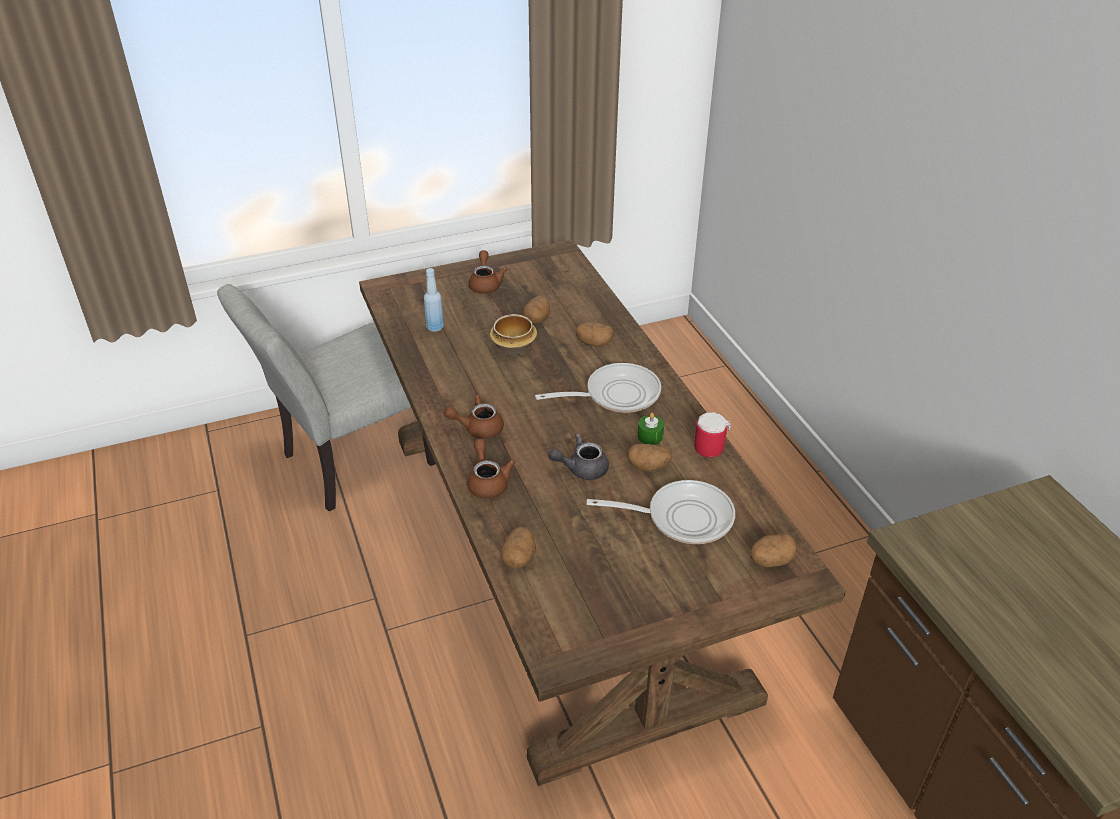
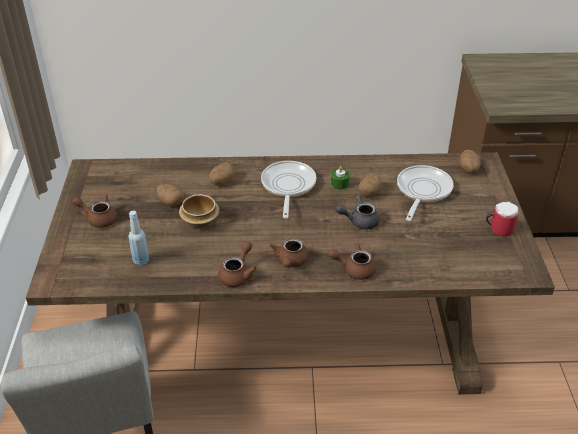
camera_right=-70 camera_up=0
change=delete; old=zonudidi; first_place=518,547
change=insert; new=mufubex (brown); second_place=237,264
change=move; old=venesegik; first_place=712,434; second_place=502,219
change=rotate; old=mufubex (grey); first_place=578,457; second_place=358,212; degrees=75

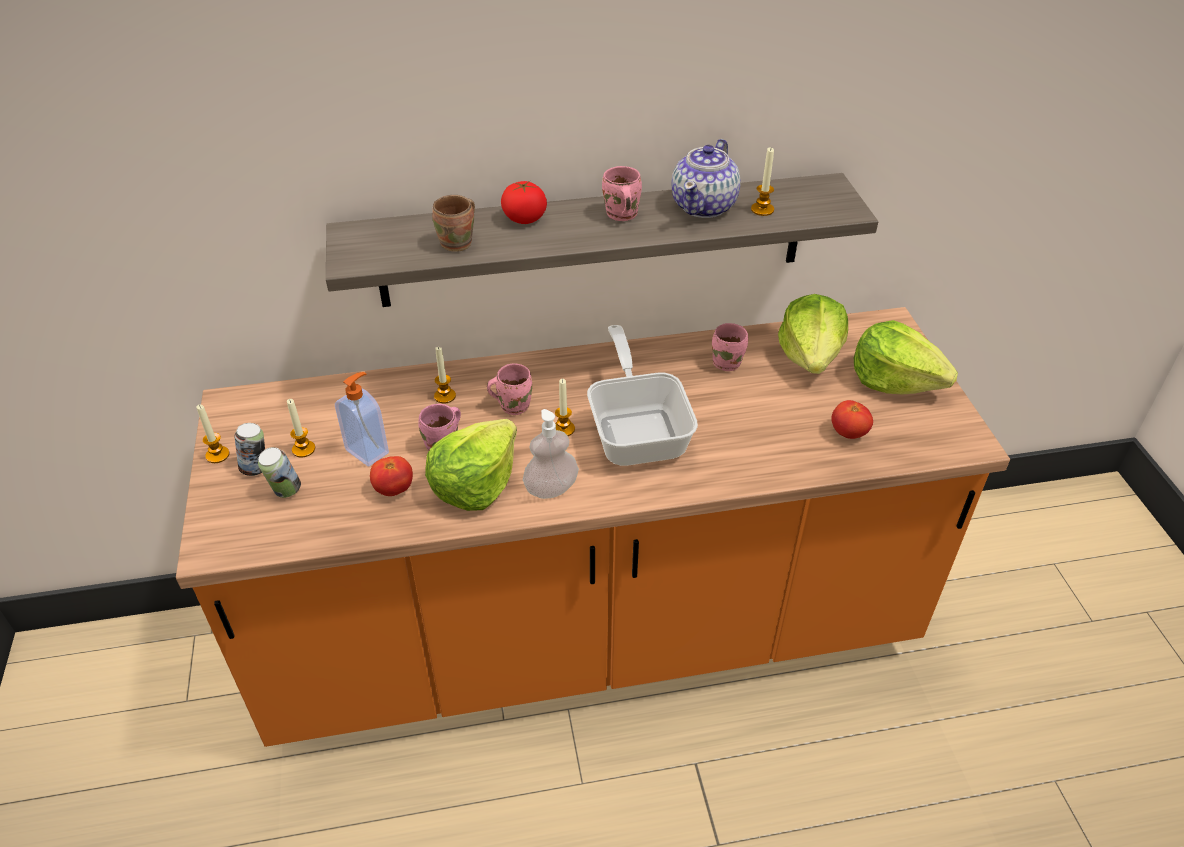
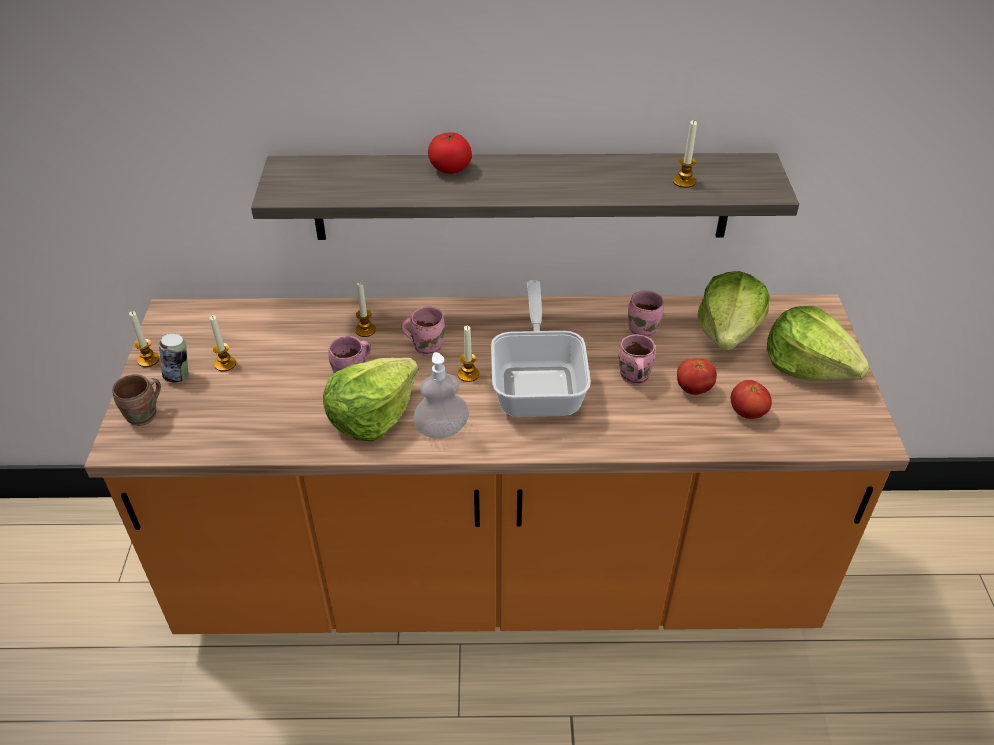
camera_right=10 camera_up=0
change=delete; old=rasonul; first_place=279,472
change=delete; old=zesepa; first_place=362,419
change=delete; old=mufubex; first_place=706,178
change=move; old=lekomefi; first_place=391,476; second_place=697,376
change=move; old=venesegik (brown); first_place=453,223; second_place=136,400
change=move; old=venesegik (pink); first_place=622,193; second_place=637,359

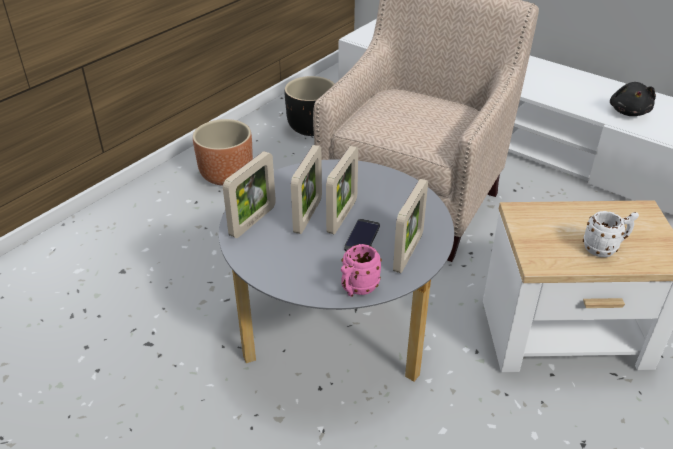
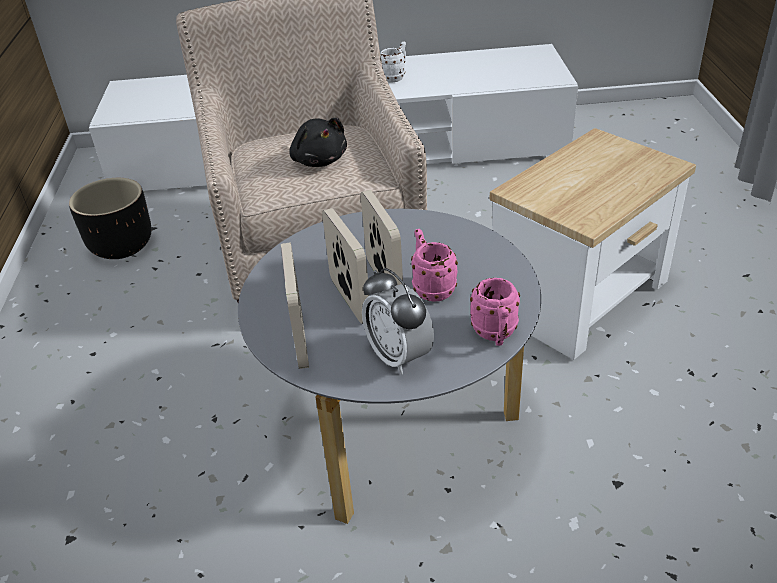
camera_right=-40 camera_up=0
change=delete; old=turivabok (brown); first_place=223,152
change=delete; old=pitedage; first_place=410,226
change=insert; new=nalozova; second_place=398,321
change=move; old=venesegik (white); first_place=611,234; second_place=393,61
change=move; old=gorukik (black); first_place=633,99; second_place=318,142
change=replace; old=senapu; new=venesegik (pink); first_place=362,235; second_place=434,265

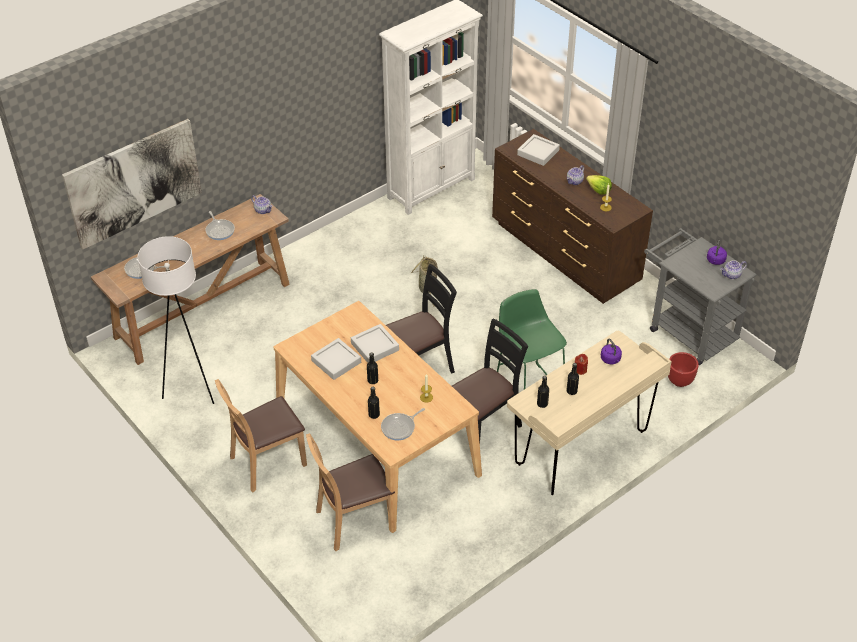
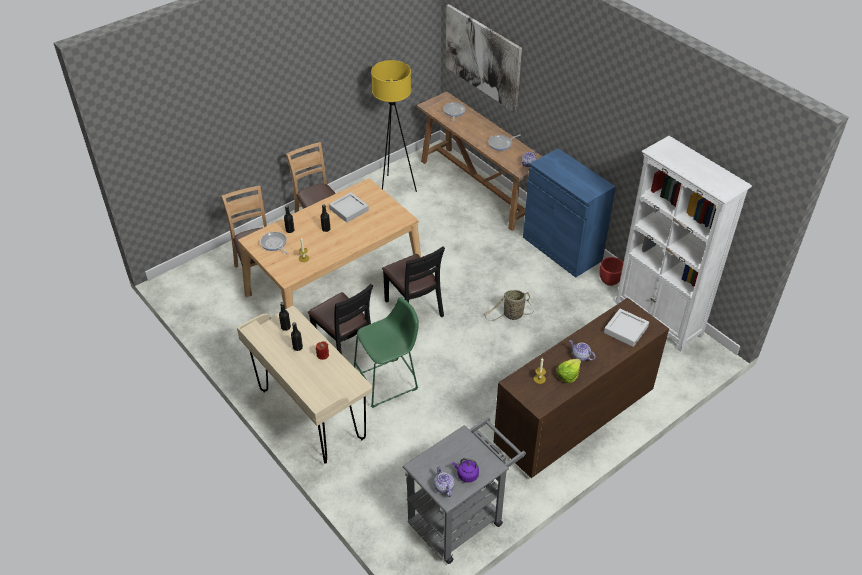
camera_right=90 camera_up=0
change=delete; old=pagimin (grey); first_place=375,343
change=delete; old=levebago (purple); first_place=611,351
change=insert; new=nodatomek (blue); second_place=569,213
change=move; old=turivabok (red); first_place=683,369; second_place=612,271
change=recolor; old=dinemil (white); new=dinemil (yellow); first_place=175,320; second_place=394,126

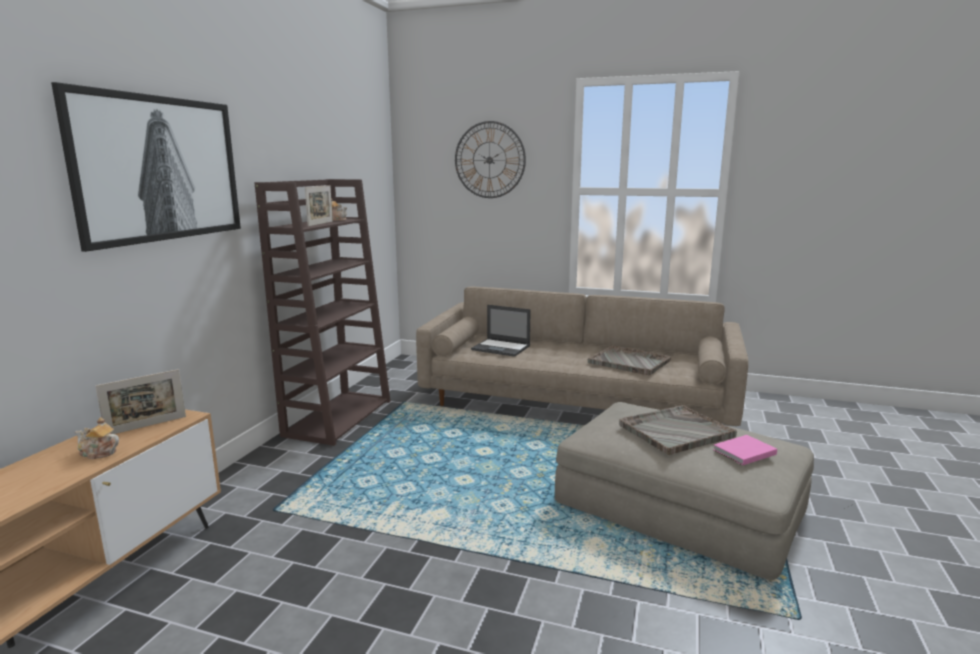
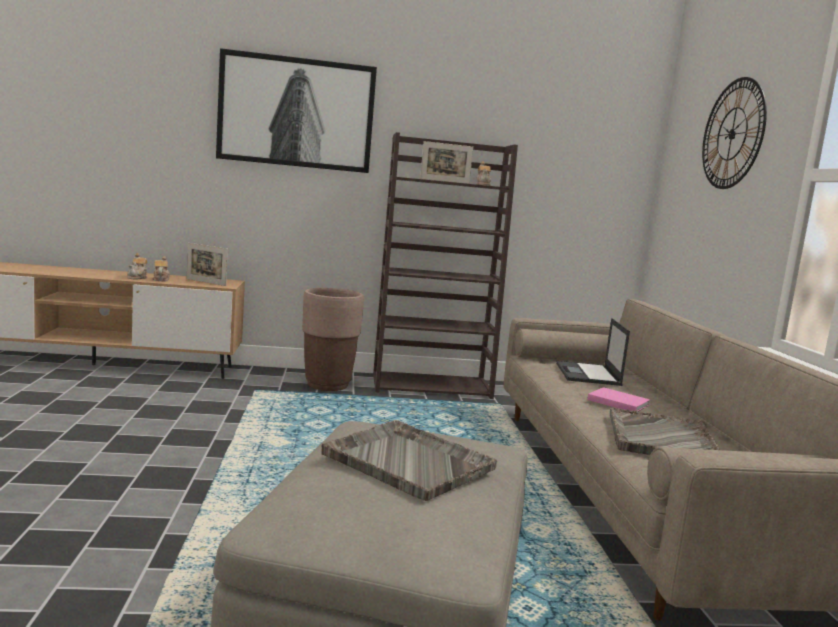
camera_right=65 camera_up=-5
change=insert; new=mufubex; second_place=137,266
change=insert; new=turivabok (brown); second_place=333,339
change=move; old=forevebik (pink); first_place=745,450; second_place=618,399

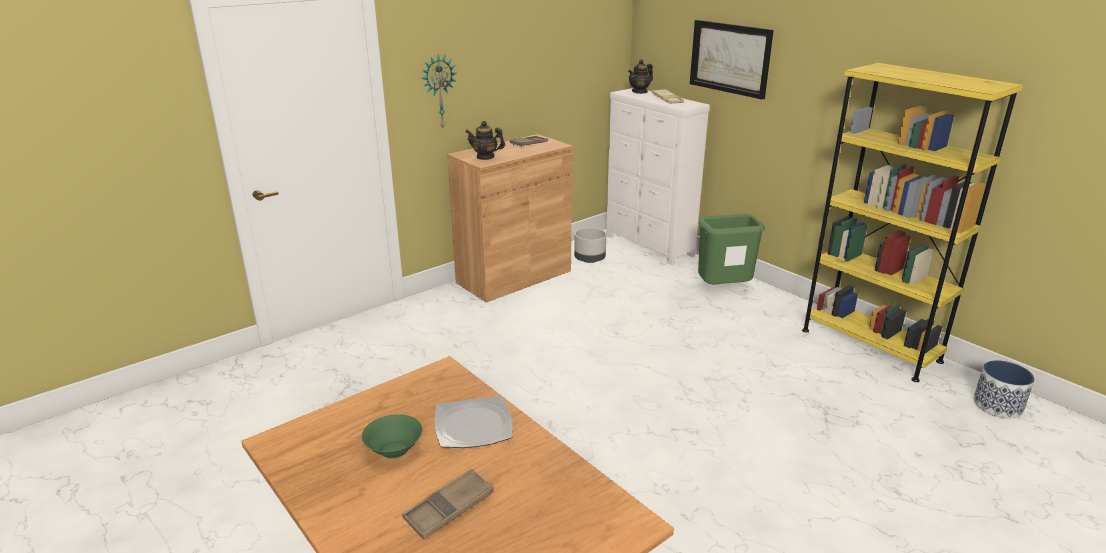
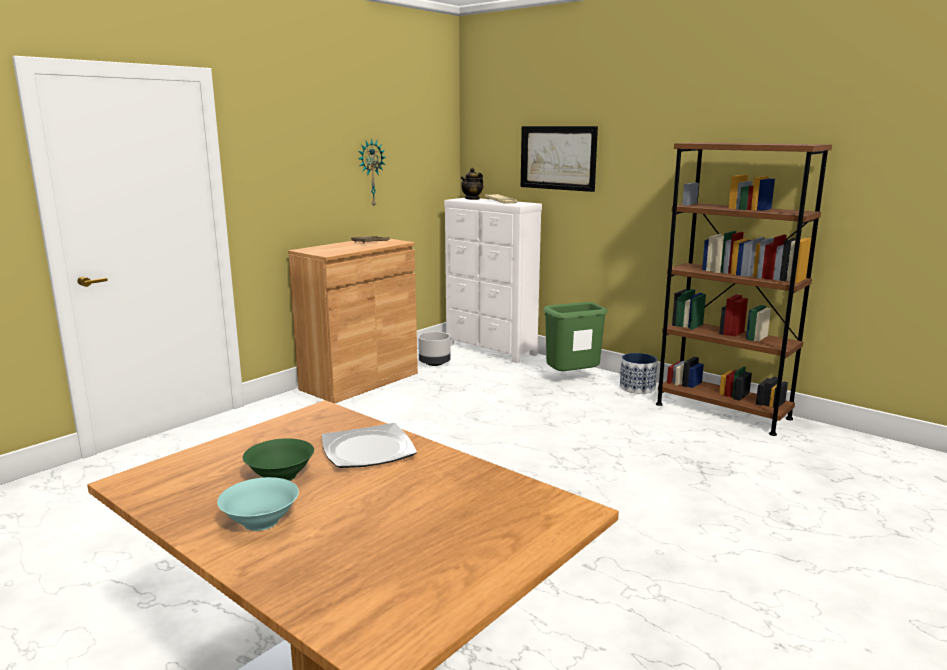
camera_right=-10 camera_up=-10
change=delete; old=pagimin (brown); first_place=448,504
change=delete; old=mufubex; first_place=485,140
change=insert; new=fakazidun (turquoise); second_place=258,504
change=move; old=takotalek; first_place=439,91; second_place=372,172
change=move; old=turivabok; first_place=1004,389; second_place=639,373
change=recolor; old=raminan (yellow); new=raminan (brown); first_place=912,222; second_place=744,289

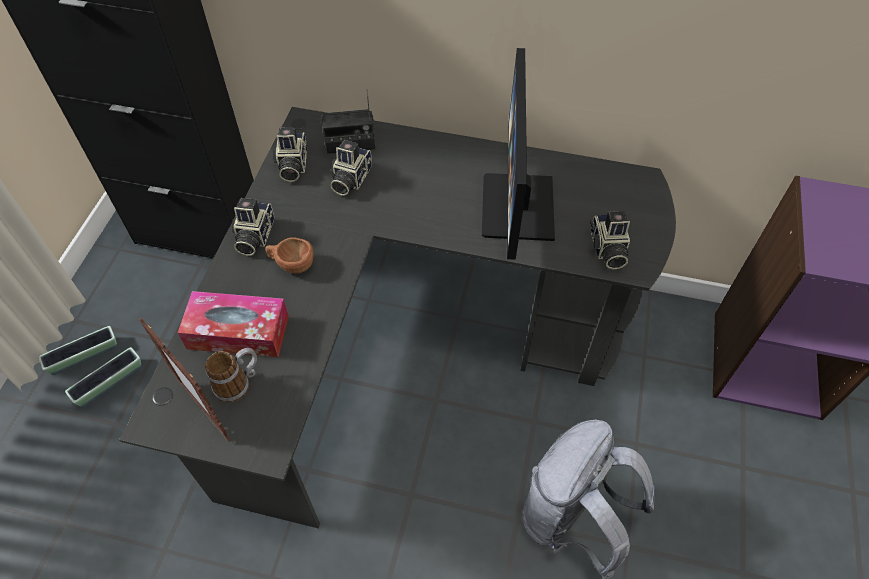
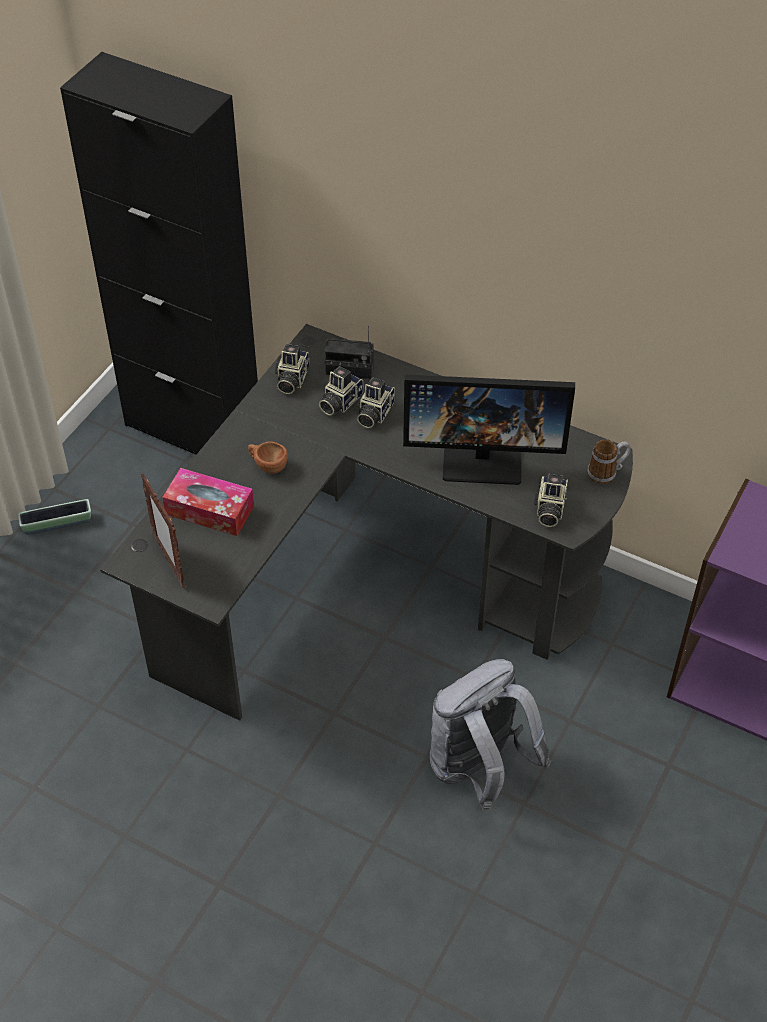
camera_right=15 camera_up=-5
change=delete; old=turivabok; first_place=103,377
change=move; old=venesegik; first_place=231,375; second_place=609,462
change=move; old=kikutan; first_place=253,227; second_place=376,402
change=rotate; old=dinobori; first_place=518,154; second_place=489,430; degrees=-105

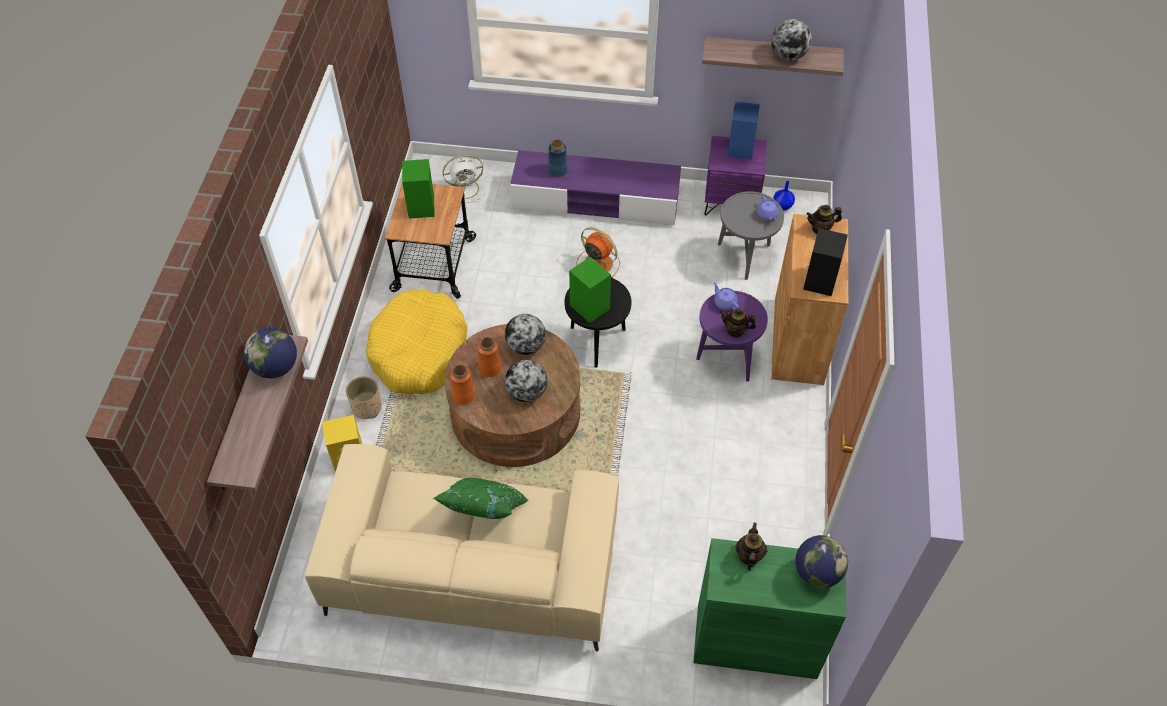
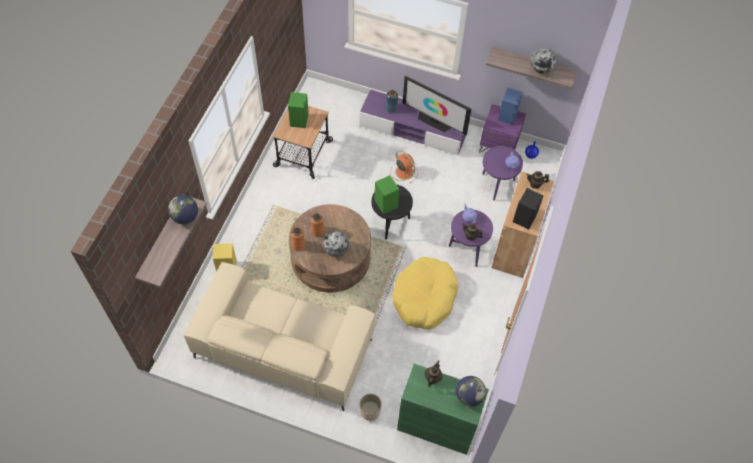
camera_right=10 camera_up=5
change=delete; old=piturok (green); first_place=480,498
change=delete; old=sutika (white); first_place=464,178
change=delete; old=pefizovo; first_place=525,334
change=insert; new=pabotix; second_place=437,105
change=move; old=turivabok (beige); first_place=364,397; second_place=371,407
change=move; old=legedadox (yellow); first_place=416,342; second_place=425,293
change=recolor; old=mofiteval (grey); new=mofiteval (purple); first_place=751,235; second_place=502,173

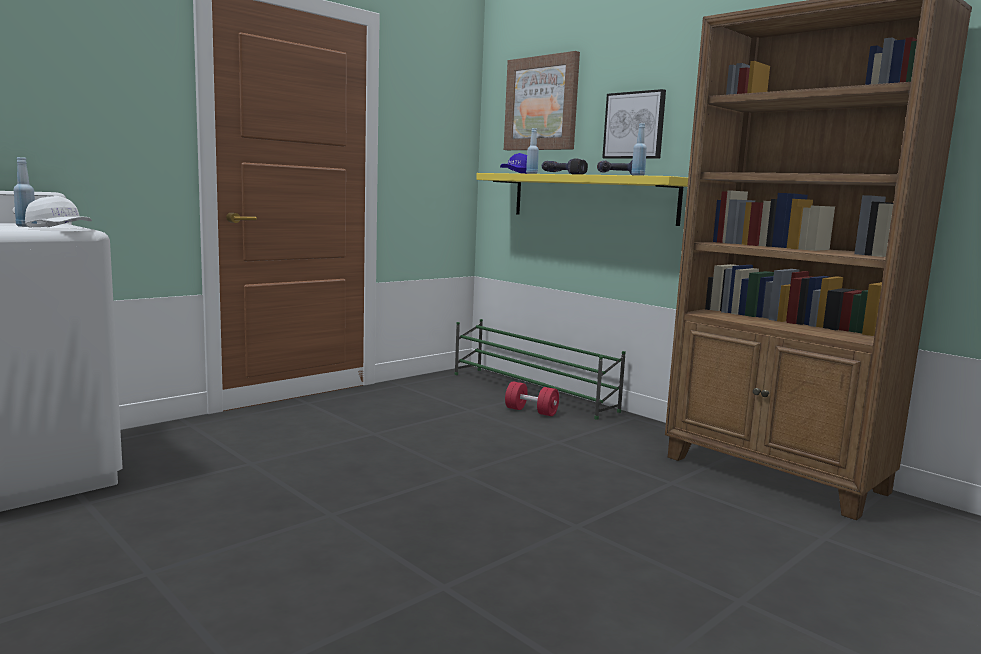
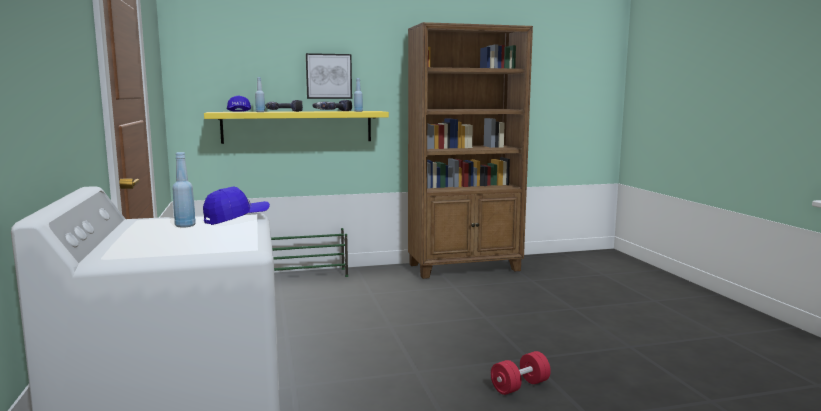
camera_right=-60 camera_up=0
change=delete; old=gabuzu; first_place=542,100
change=move; old=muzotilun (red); first_place=532,398; second_place=521,373
change=recolor; old=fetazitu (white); new=fetazitu (blue); first_place=58,212; second_place=236,205

